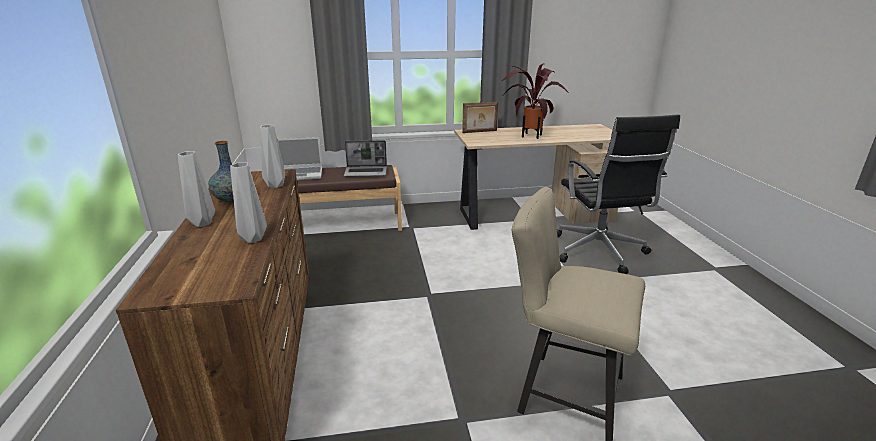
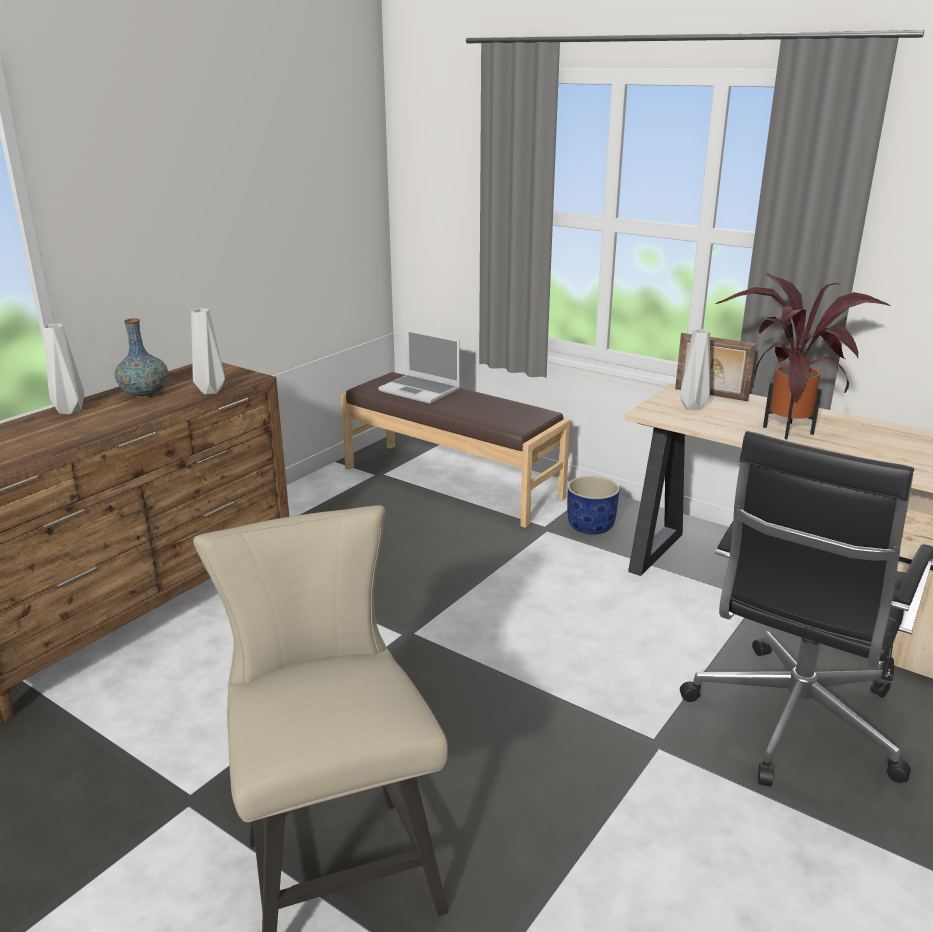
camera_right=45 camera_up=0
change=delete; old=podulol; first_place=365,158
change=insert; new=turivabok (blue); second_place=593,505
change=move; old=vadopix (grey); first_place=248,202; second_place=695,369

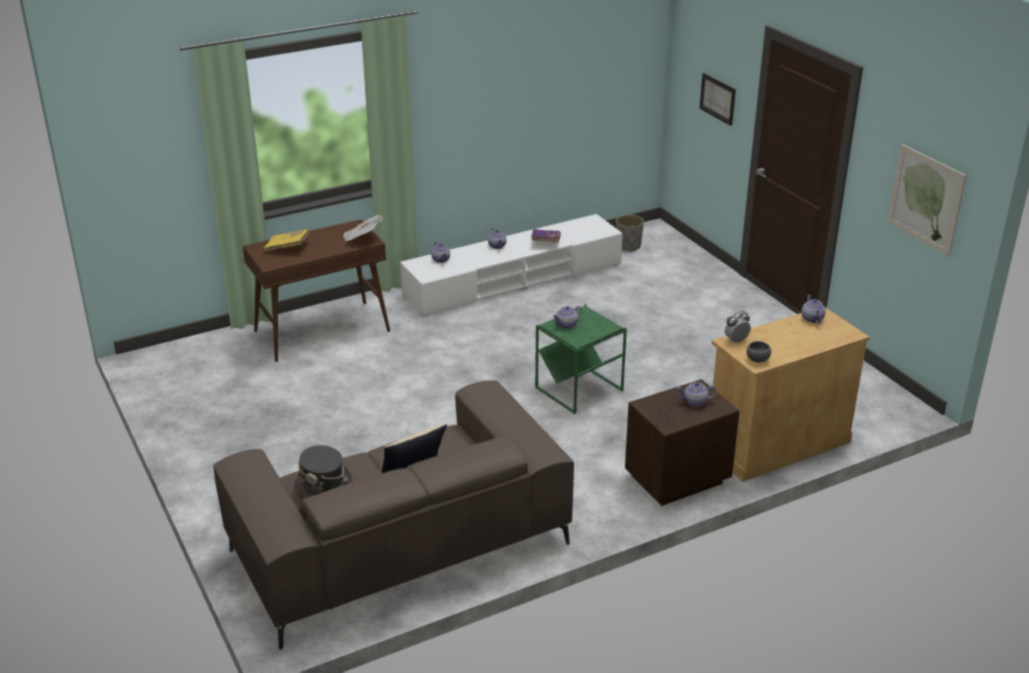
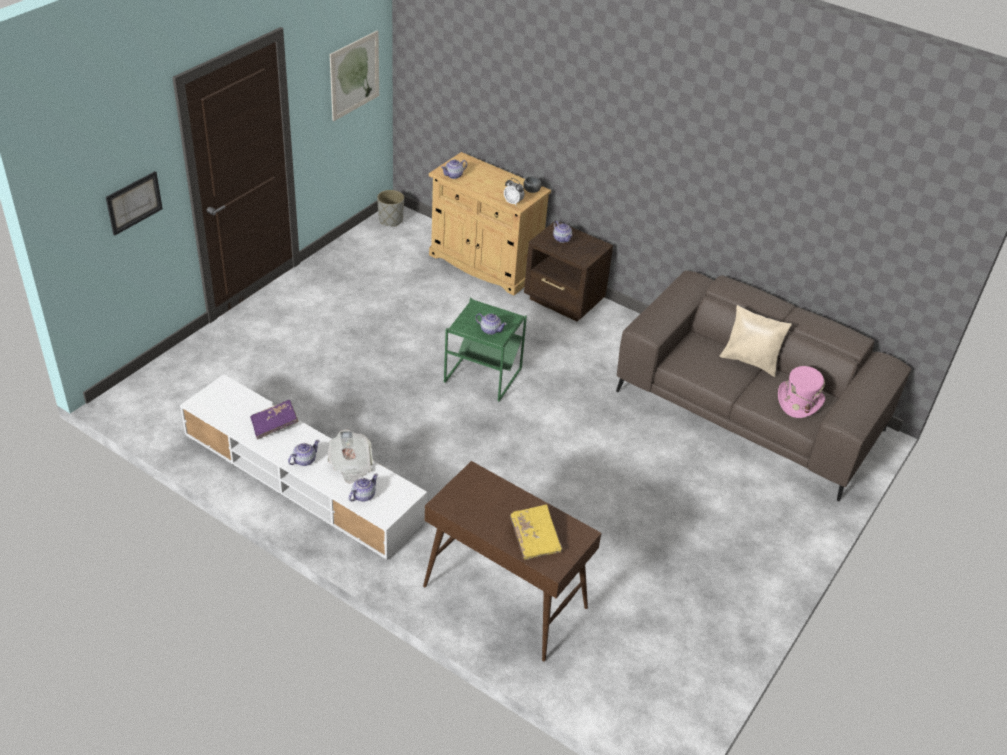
camera_right=-120 camera_up=10
change=move; old=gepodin; first_place=363,228; second_place=350,456
change=move; old=turivabok (grey); first_place=630,233; second_place=390,208
change=recolor; old=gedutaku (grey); new=gedutaku (pink); first_place=323,471; second_place=801,392

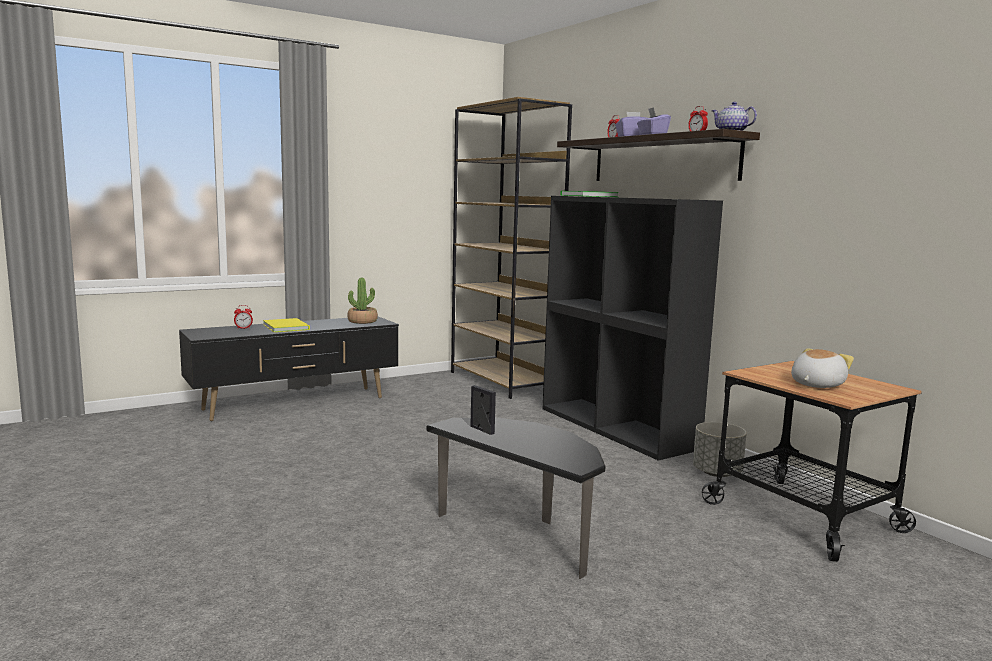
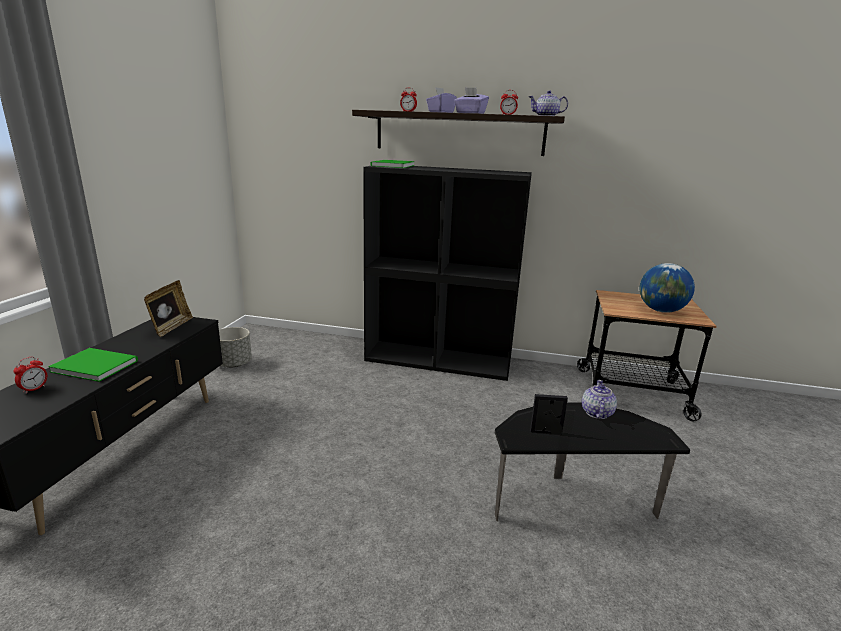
camera_right=-45 camera_up=10
change=delete; old=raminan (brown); first_place=511,248
change=insert; new=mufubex; second_place=599,399
change=move; old=turivabok (grey); first_place=720,449; second_place=235,347
change=replace; old=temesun; new=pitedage; first_place=362,301; second_place=168,308
change=replace; old=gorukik; new=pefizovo; first_place=822,368; second_place=667,288
change=recolor; old=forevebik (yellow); new=forevebik (green); first_place=286,325; second_place=93,365

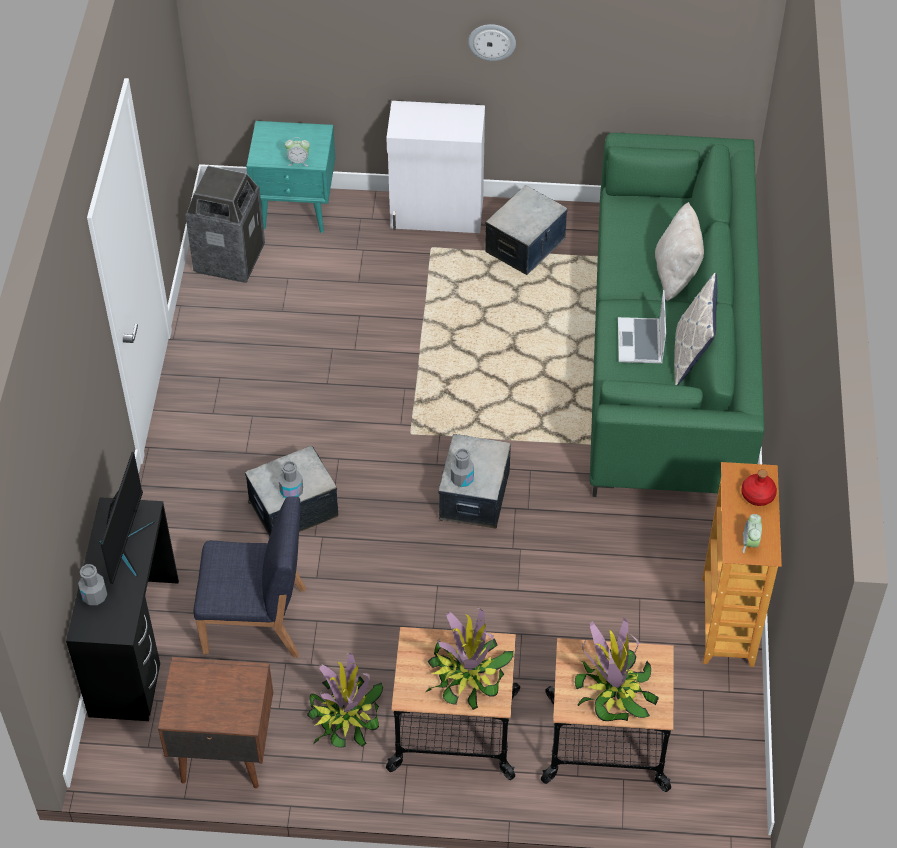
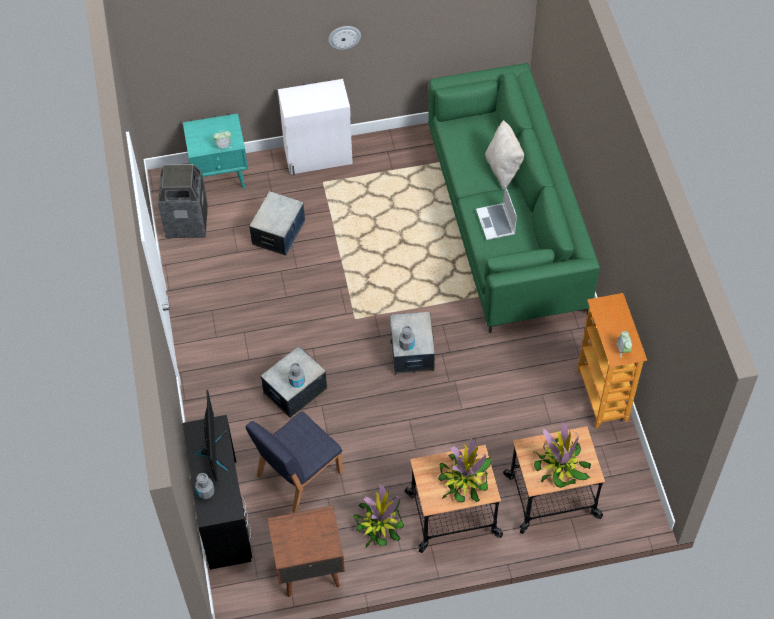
camera_right=-15 camera_up=5
change=delete; old=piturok; first_place=695,329
change=delete; old=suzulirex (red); first_place=759,487
change=move; old=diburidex; first_place=526,230; second_place=277,223
change=rotate; old=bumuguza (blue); first_place=250,577; second_place=294,462; degrees=150

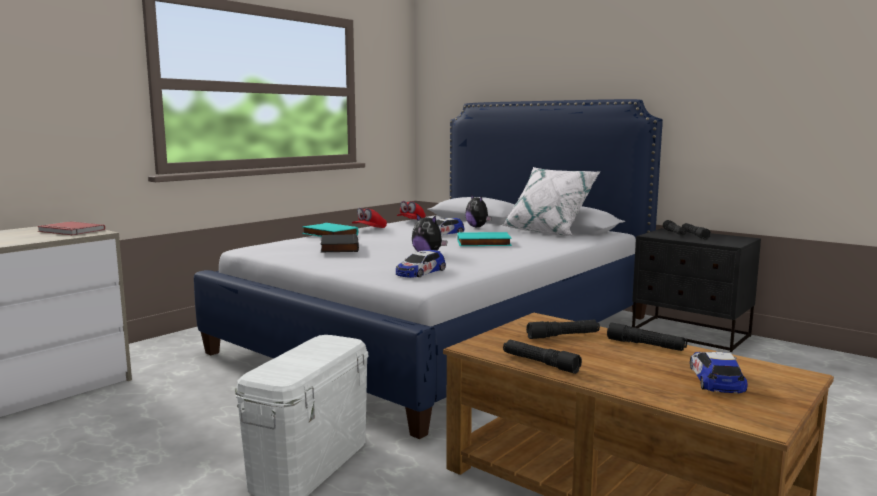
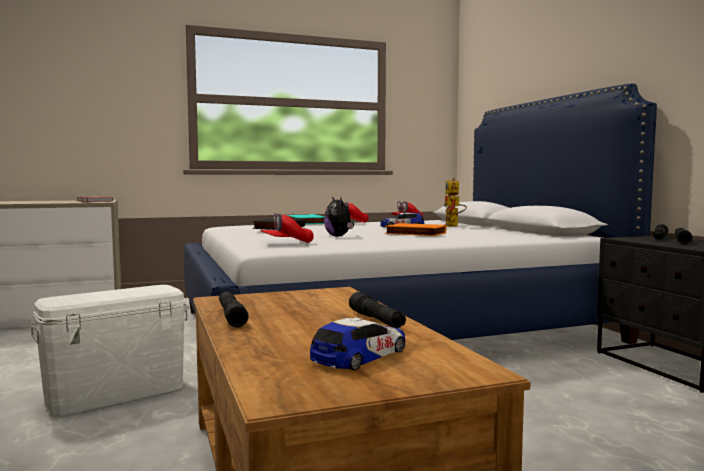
camera_right=30 camera_up=-5
change=delete; old=piturok (white); first_place=551,201
change=delete; old=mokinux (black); first_place=563,329
change=replace; old=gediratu; new=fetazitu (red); first_place=421,264; second_place=287,228
change=replace; old=gorukik; new=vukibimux; first_place=478,211; second_place=455,202
change=recolor; old=forevebik (turquoise); new=forevebik (orange); first_place=484,239; second_place=415,229

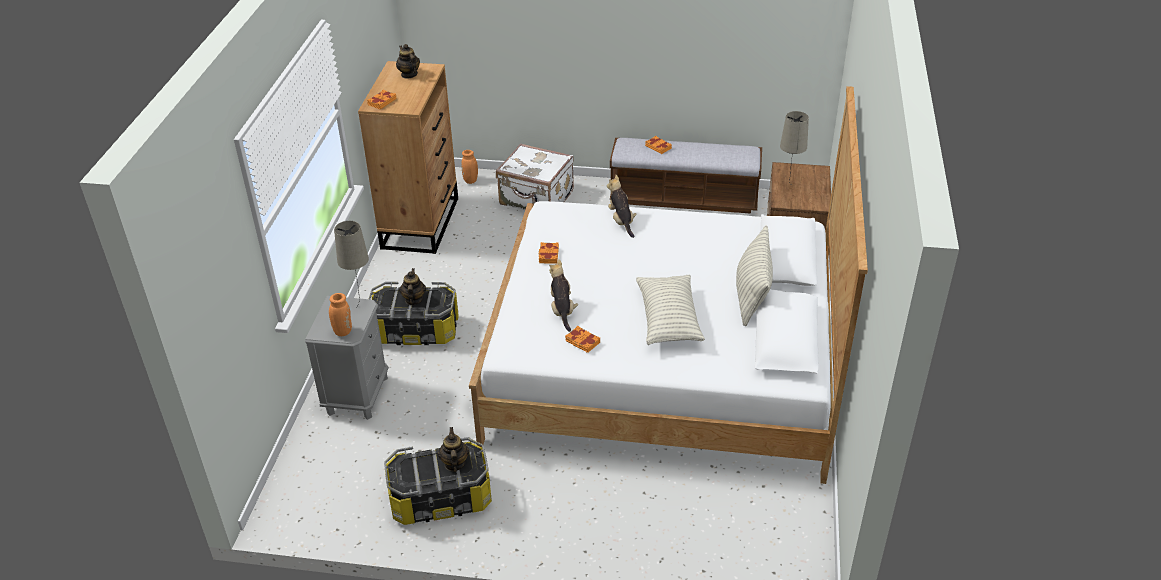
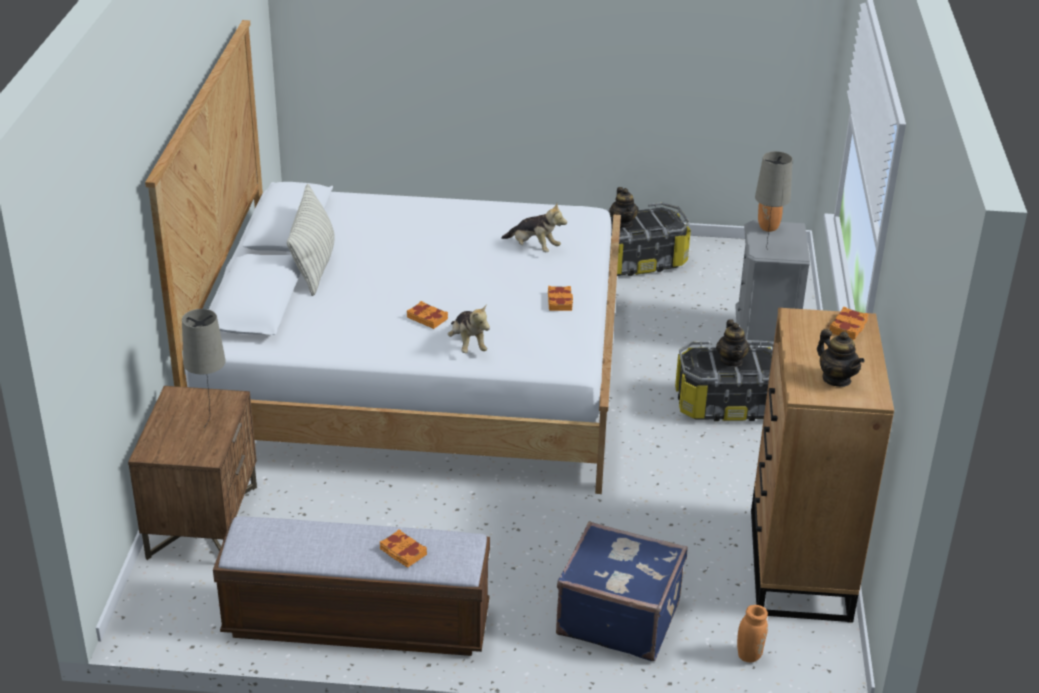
camera_right=175 camera_up=-5
change=delete; old=piturok; first_place=670,310
change=move; old=forevebik (orange); first_place=582,339; second_place=427,315
change=recolor; old=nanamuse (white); new=nanamuse (blue); first_place=535,176; second_place=622,591
change=rotate; old=gorukik; first_place=563,295; second_place=534,227; degrees=-45

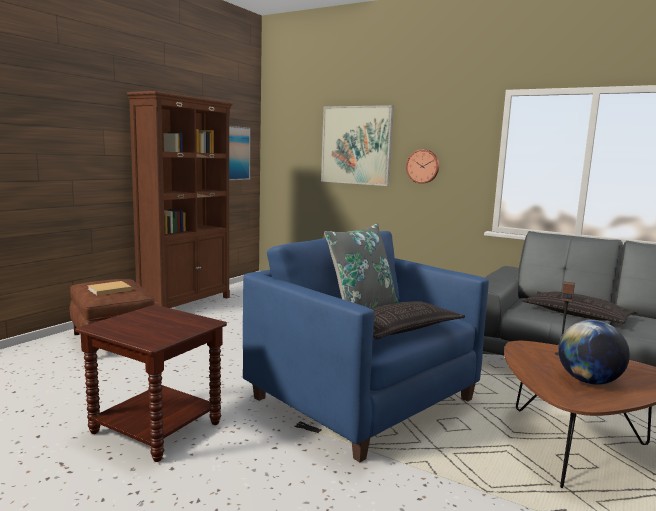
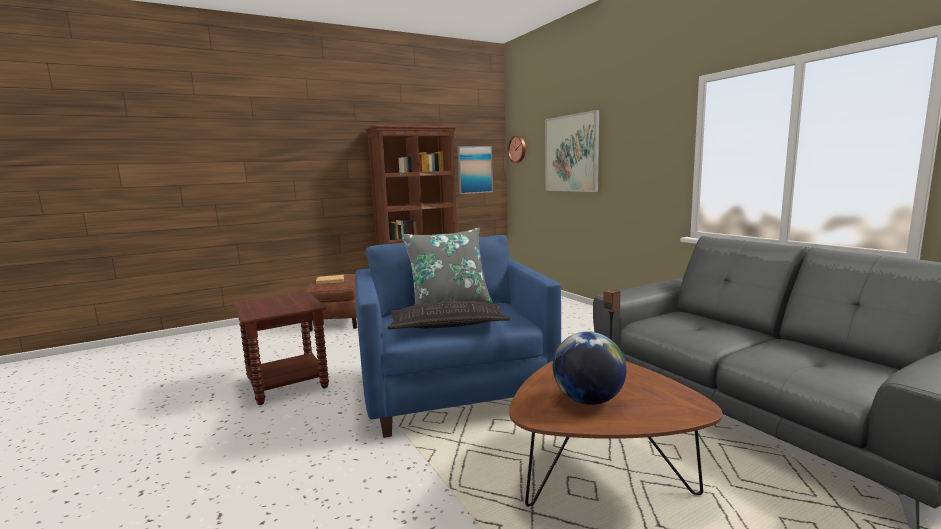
camera_right=30 camera_up=0
change=delete; old=piturok; first_place=580,308
change=move; old=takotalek; first_place=422,166; second_place=517,149

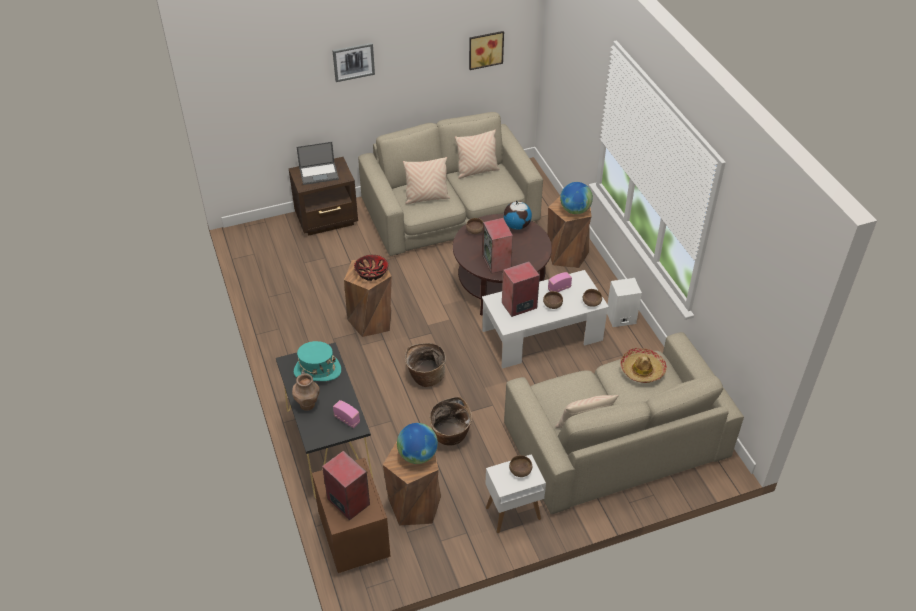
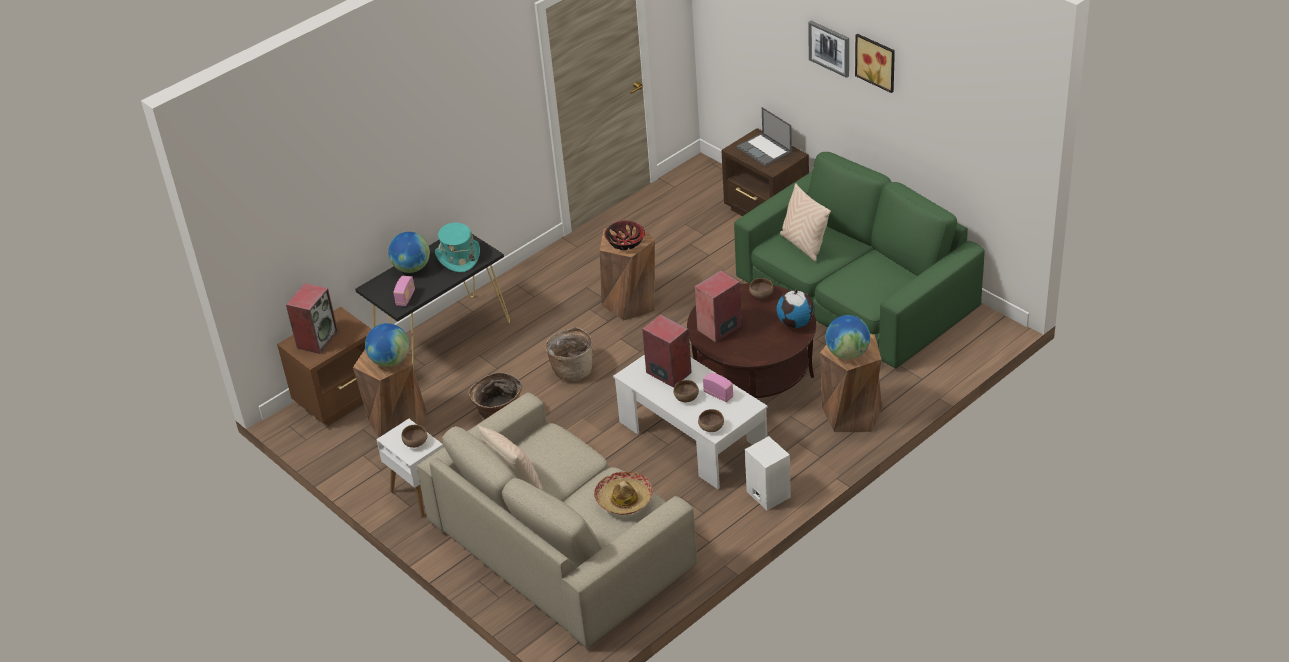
camera_right=70 camera_up=-5
change=delete; old=piturok (beige); first_place=477,154
change=move; old=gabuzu; first_place=486,50; second_place=875,63
change=replace; old=vadopix (brown); new=pefizovo; first_place=306,392; second_place=409,252
change=recolor; old=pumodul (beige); new=pumodul (green); first_place=450,184; second_place=859,260

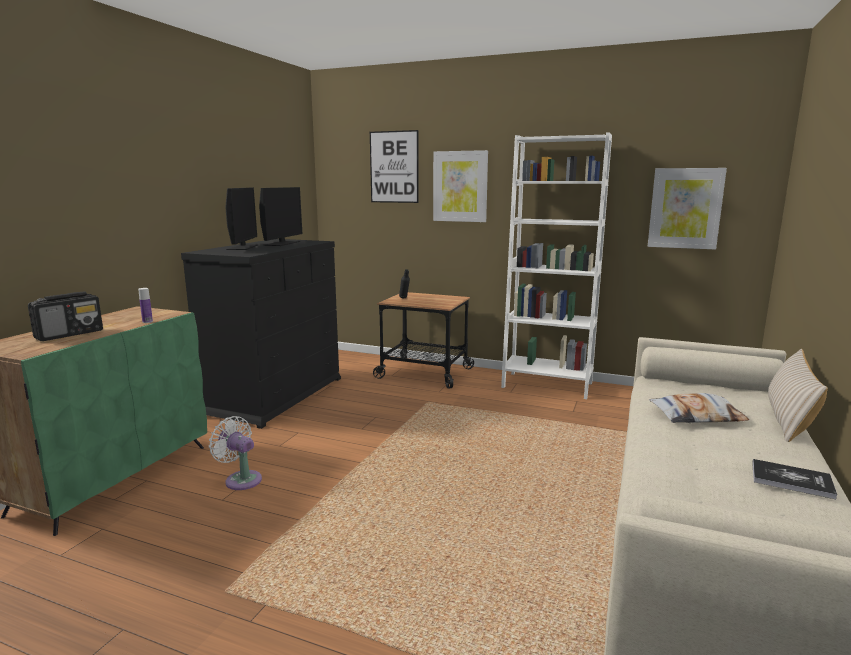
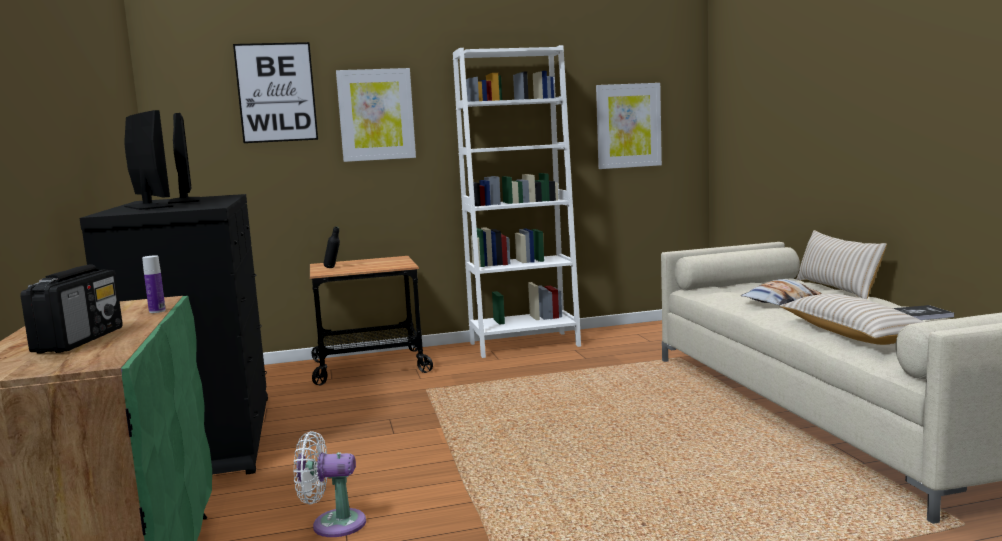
camera_right=-35 camera_up=-5
change=insert; new=piturok (beige); second_place=852,319

